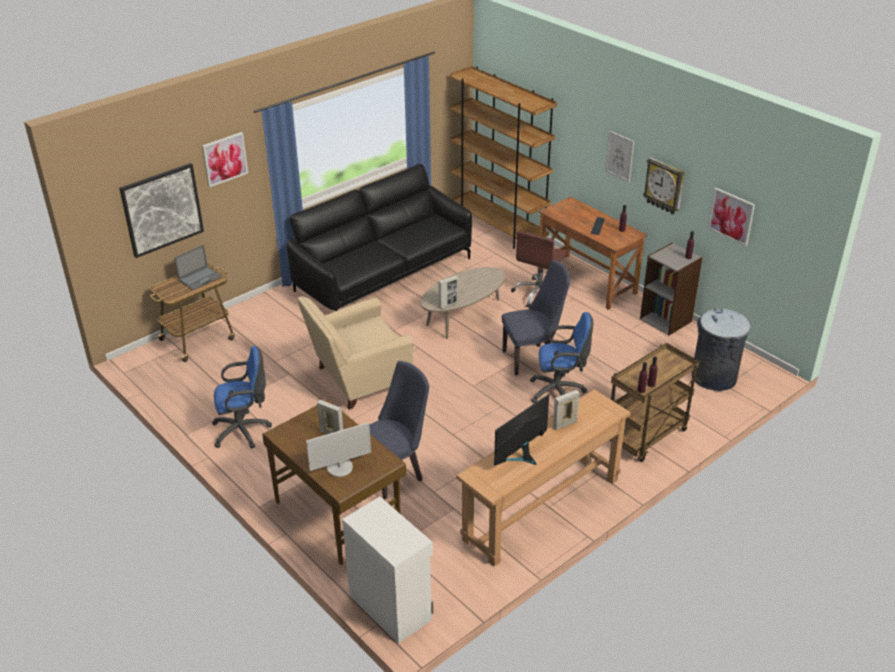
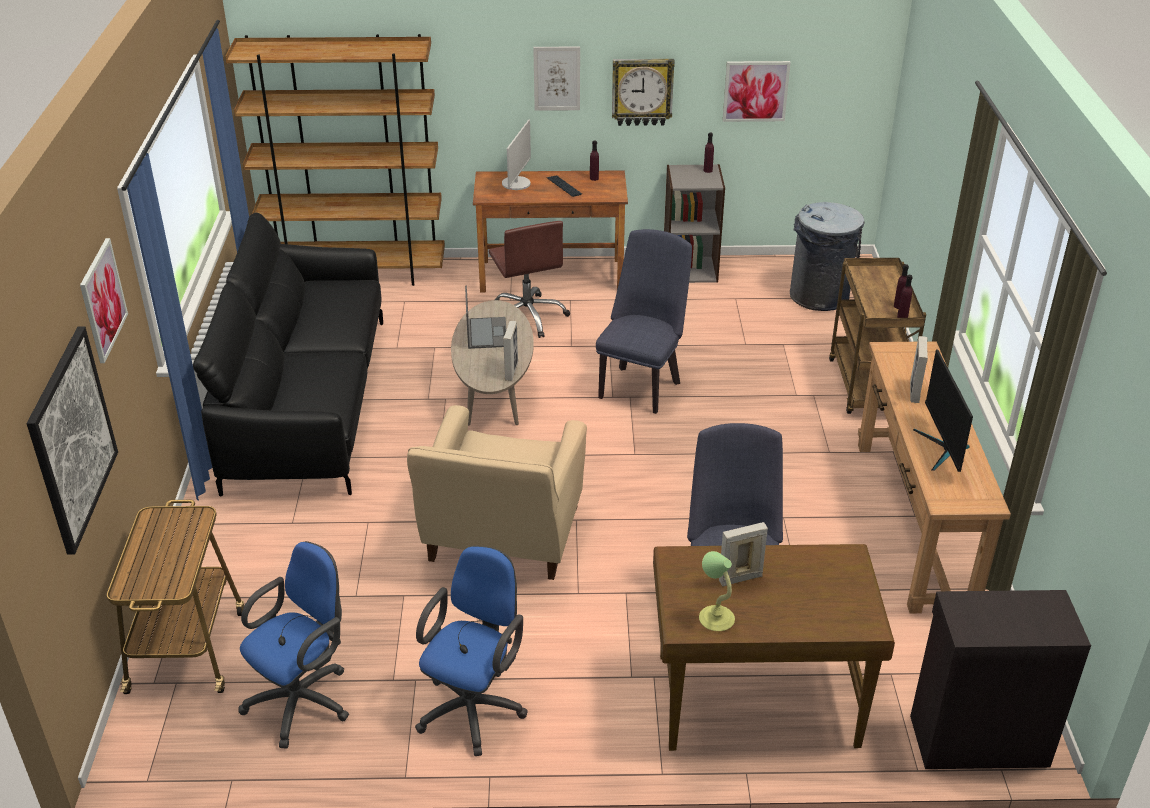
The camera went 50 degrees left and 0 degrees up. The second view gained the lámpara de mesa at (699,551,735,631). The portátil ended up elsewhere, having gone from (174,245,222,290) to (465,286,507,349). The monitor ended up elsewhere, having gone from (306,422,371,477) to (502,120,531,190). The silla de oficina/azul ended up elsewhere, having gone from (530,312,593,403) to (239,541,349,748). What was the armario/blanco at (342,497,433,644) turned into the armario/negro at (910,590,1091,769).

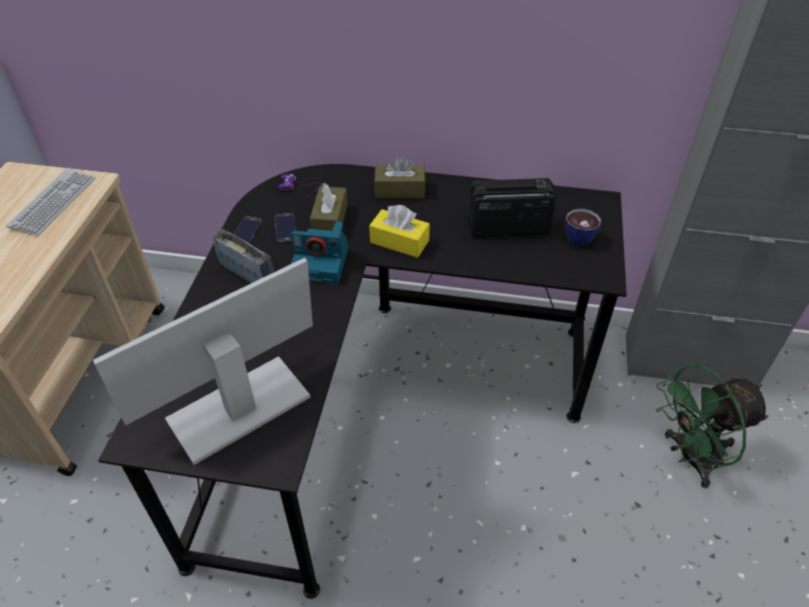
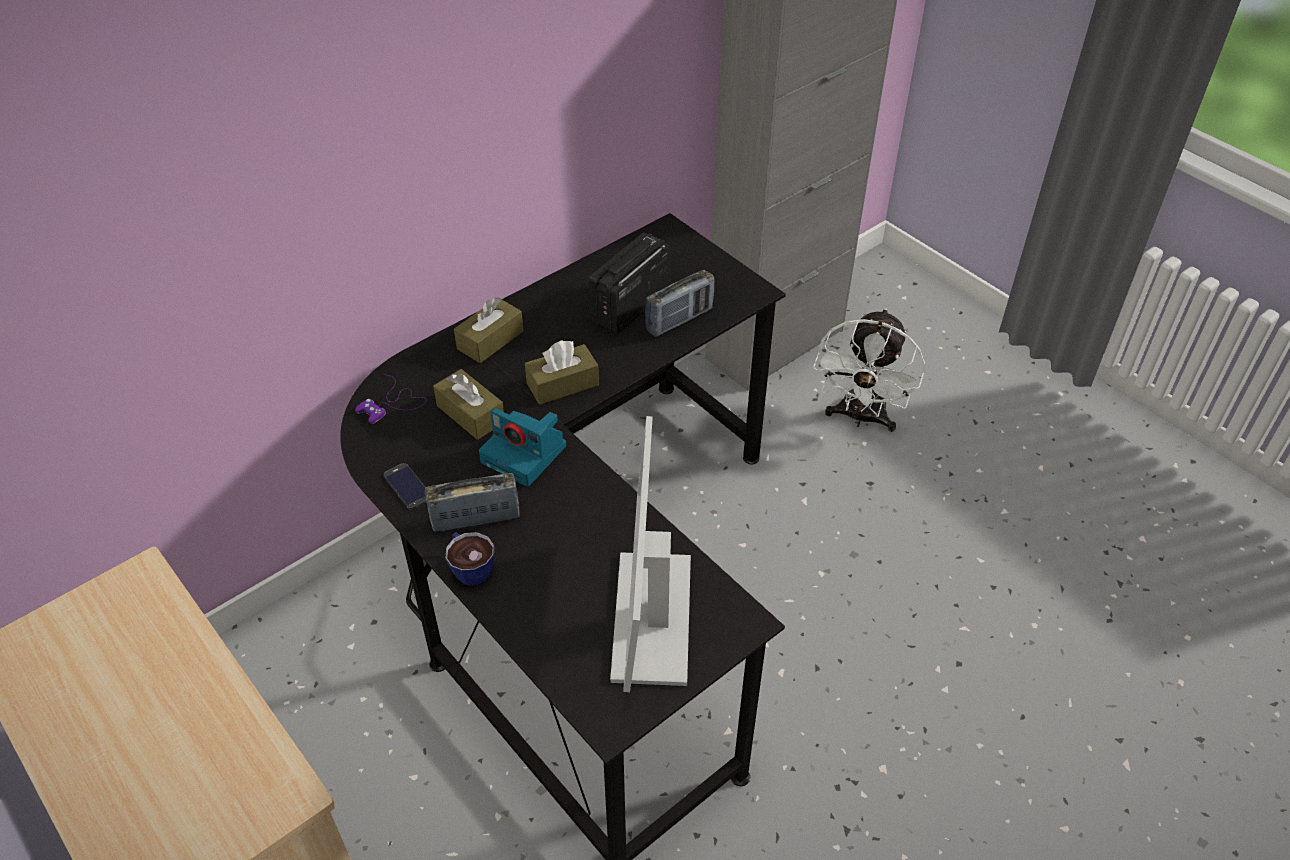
The camera went 50 degrees left and 0 degrees up. The second view lost the teclado at (6,168,95,236). The second view lost the móvil at (274,213,296,243). The second view gained the radio at (645,270,714,337). The taza ended up elsewhere, having gone from (565,209,601,246) to (445,532,494,586). What was the caja de pañuelos/amarillo at (369,205,430,258) turned into the caja de pañuelos/marrón at (525,341,599,405). What was the ventilador/verde at (656,364,769,488) turned into the ventilador/blanco at (813,308,925,432). The cámara at (291,221,348,284) ended up facing another way, 75 degrees clockwise from before.

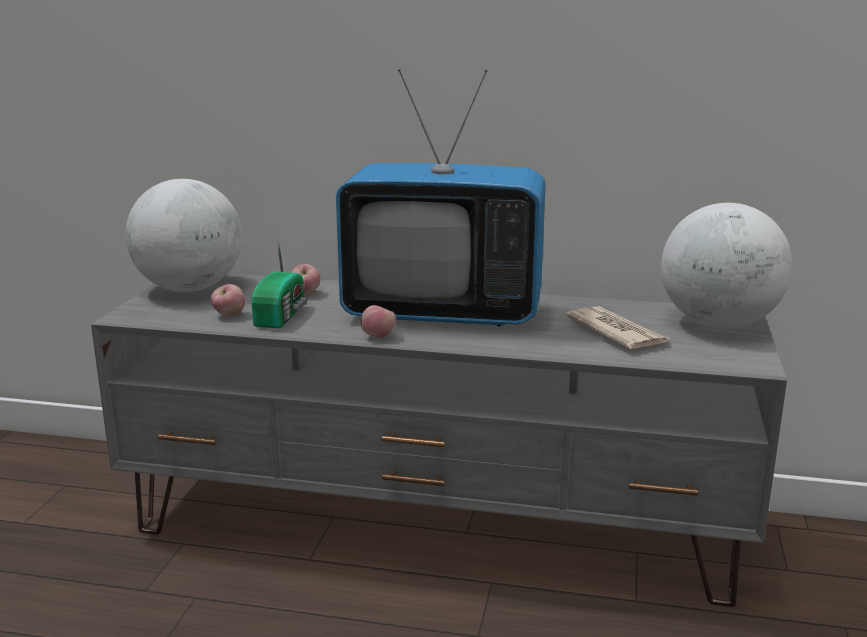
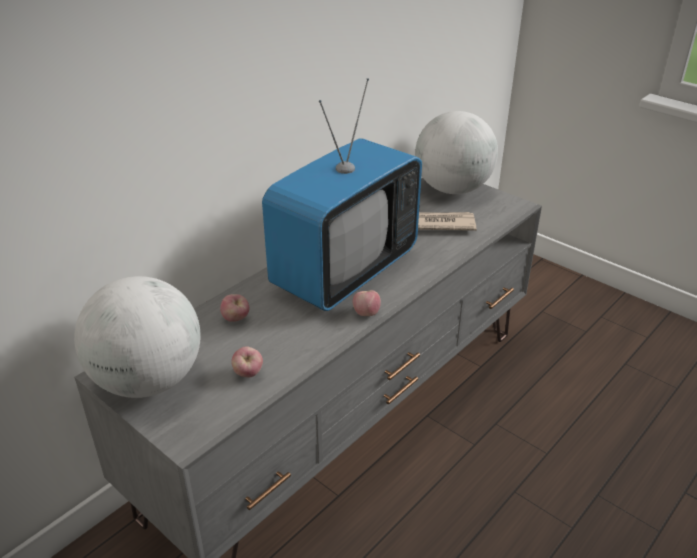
The camera went 60 degrees left and 15 degrees up. The second view lost the radio at (251,233,307,328).

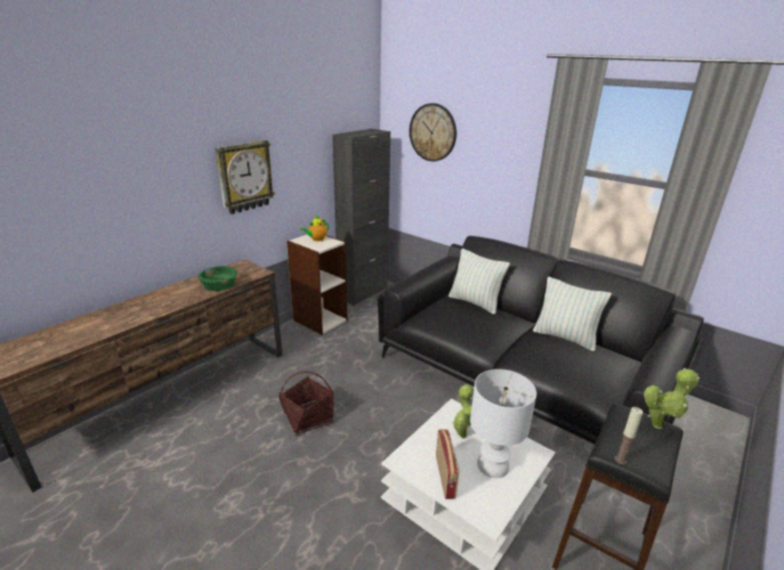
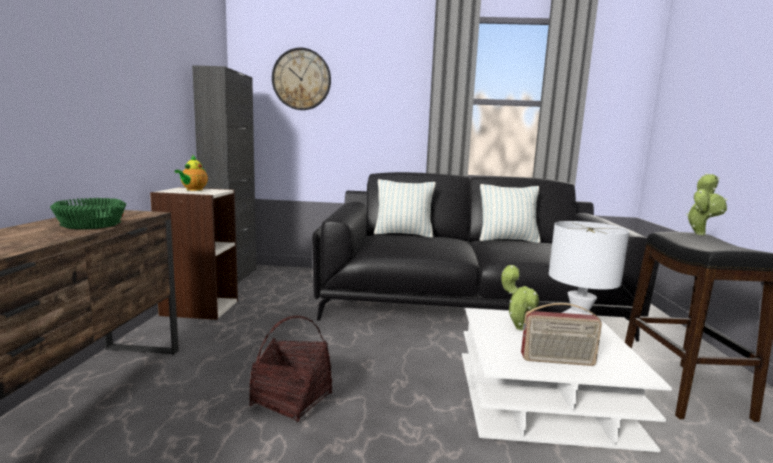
The camera went 35 degrees left and 15 degrees down. The second view lost the reloj de pared at (215,140,275,214). The second view lost the vela at (615,407,643,464). The radio at (436,429,459,499) ended up facing another way, 135 degrees clockwise from before.

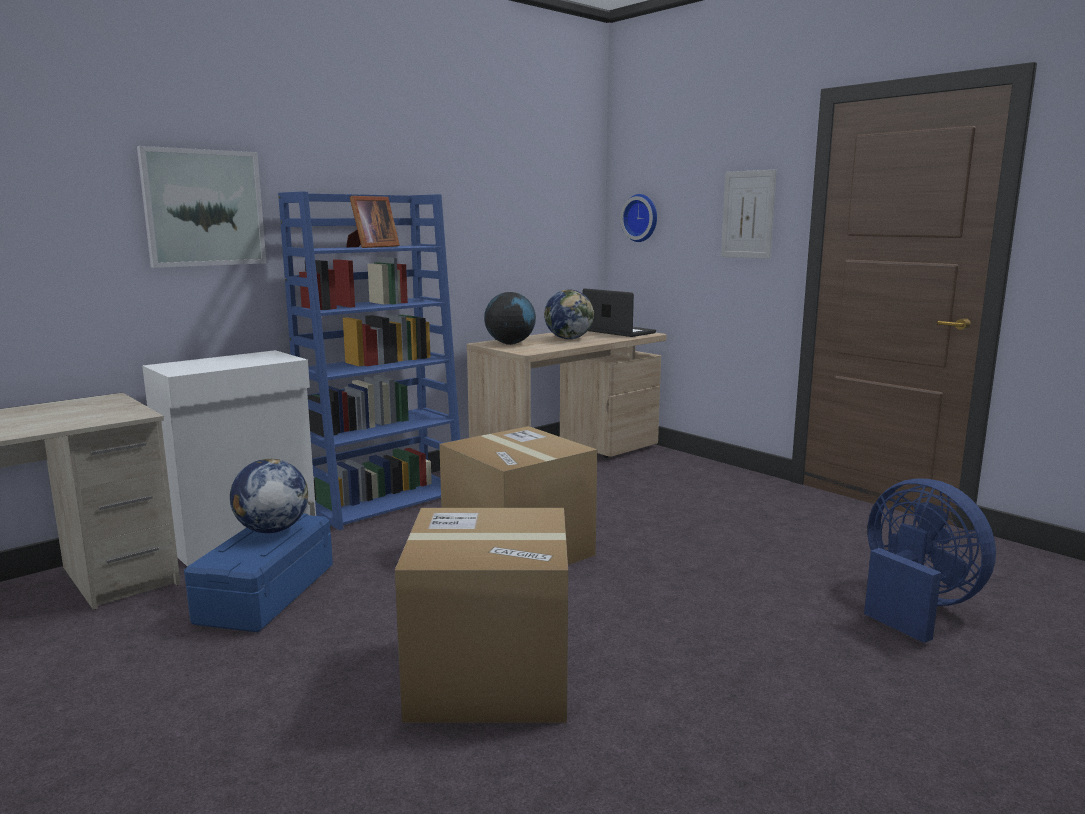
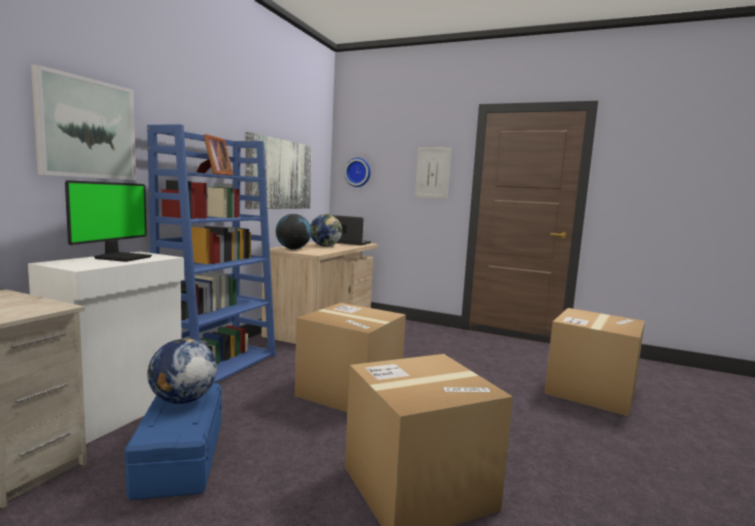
The camera went 25 degrees left and 5 degrees down. The second view gained the monitor at (65,180,152,262). The second view gained the cuadro at (245,132,312,209). Where the ventilador/azul stood at (864,479,996,643), the caja de cartón came to stand at (544,308,645,416).

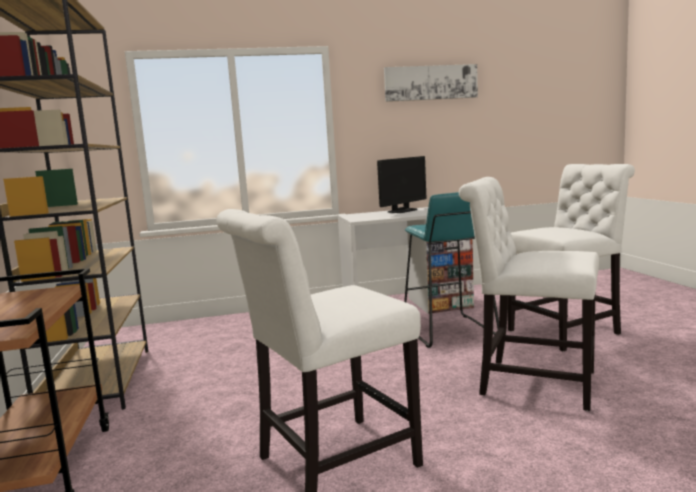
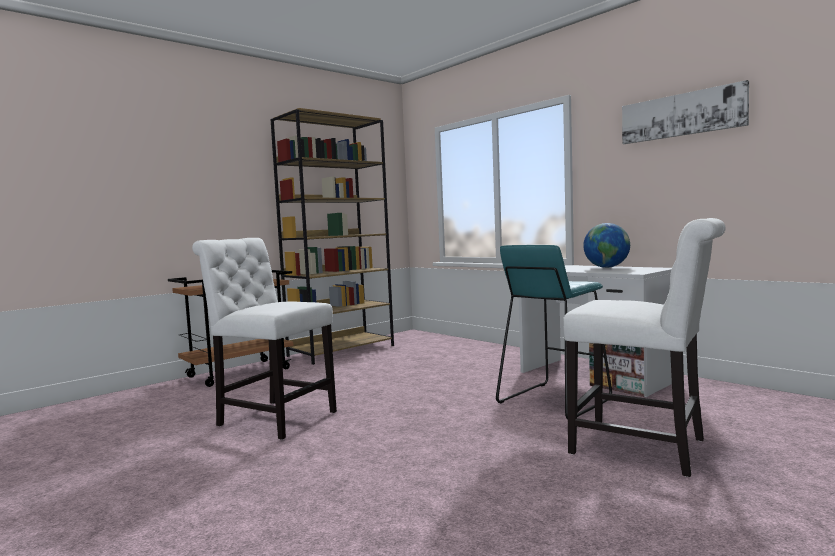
The camera went 60 degrees right and 5 degrees down. The second view lost the silla/blanco at (459,177,599,411). Where the monitor stood at (377,156,426,213), the globo terráqueo came to stand at (583,223,630,268).

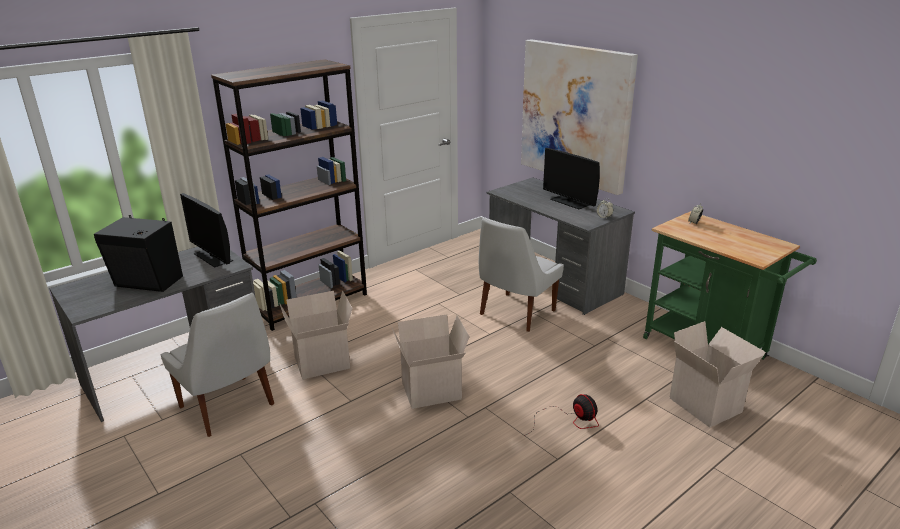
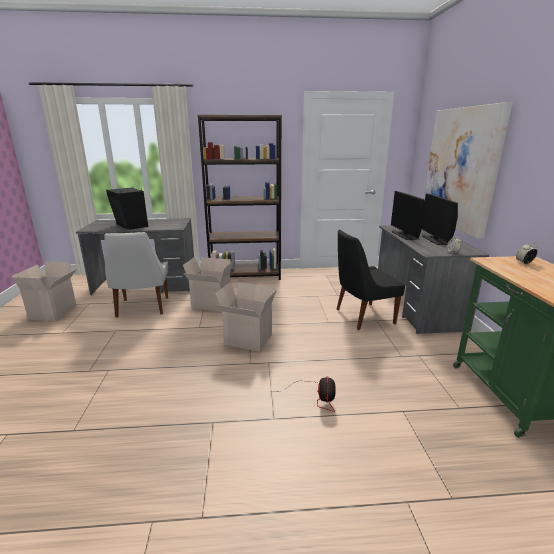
The camera went 35 degrees right and 5 degrees down. The monitor ended up elsewhere, having gone from (180,193,233,267) to (391,191,425,240). The caja de cartón ended up elsewhere, having gone from (670,321,766,428) to (12,261,77,321). What was the silla/blanco at (479,217,564,332) turned into the silla/negro at (337,229,405,330).

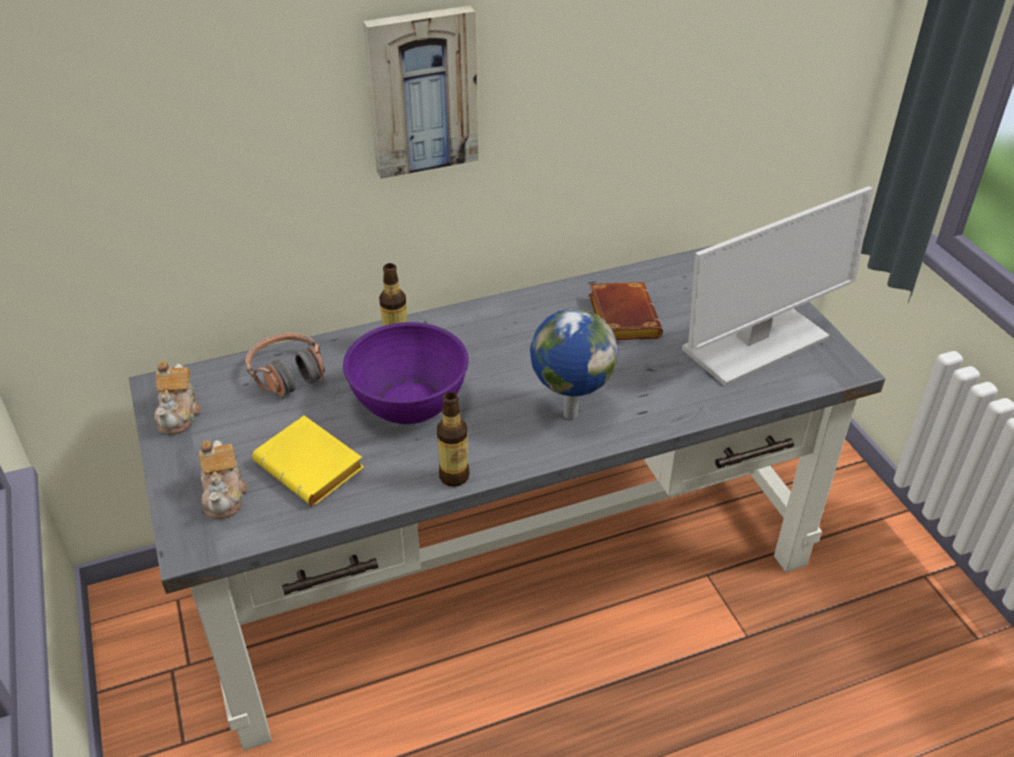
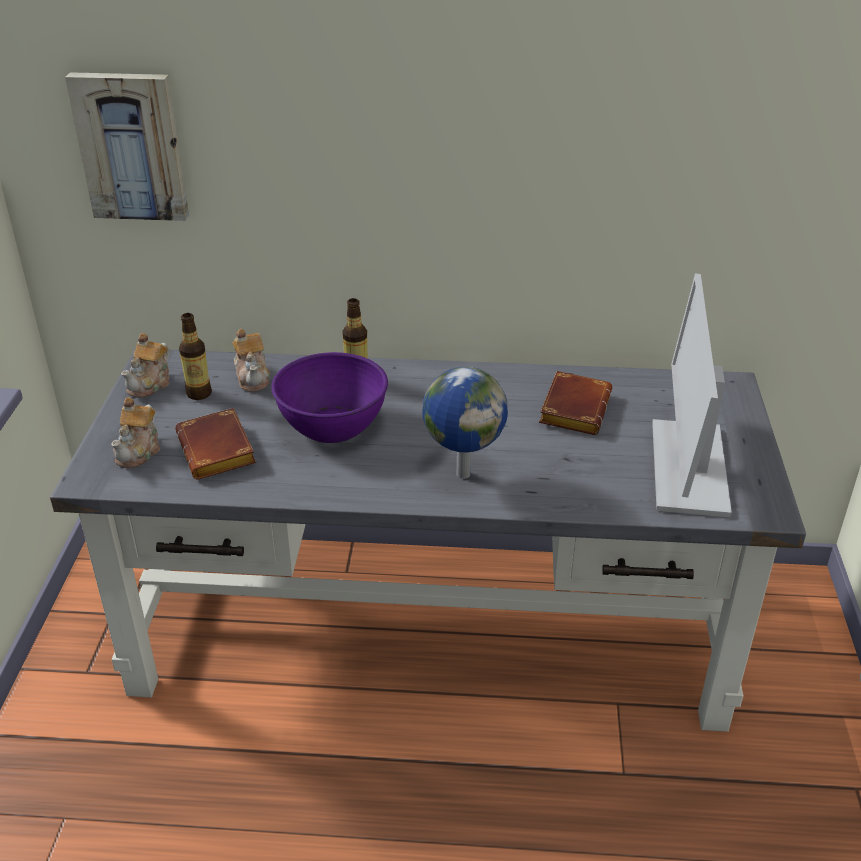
The camera went 25 degrees right and 5 degrees down. The cuadro ended up elsewhere, having gone from (363,5,478,179) to (65,72,189,221). The botella ended up elsewhere, having gone from (437,392,470,487) to (179,313,212,400). Where the auriculares stood at (245,333,325,397), the tetera came to stand at (232,329,270,392). What was the libro/amarillo at (252,415,364,506) turned into the libro/marrón at (175,408,256,479). The monitor at (682,186,873,386) ended up facing another way, 105 degrees clockwise from before.

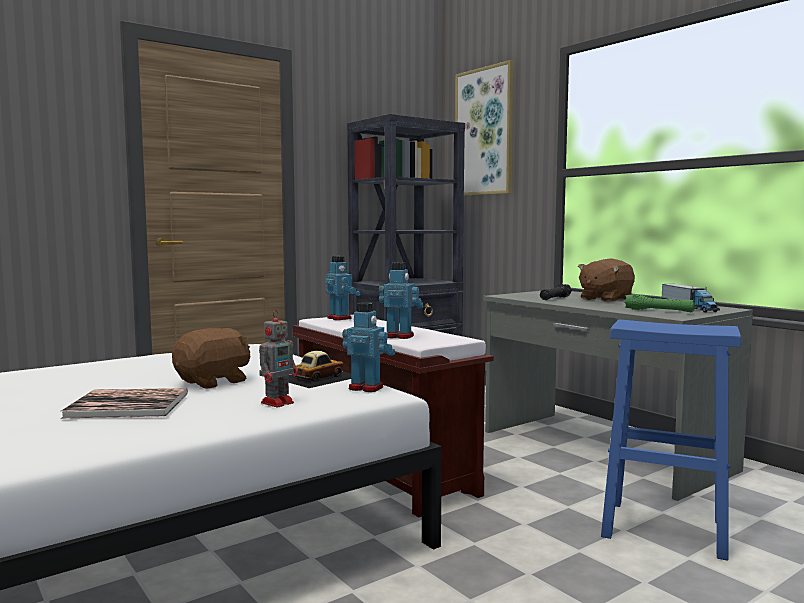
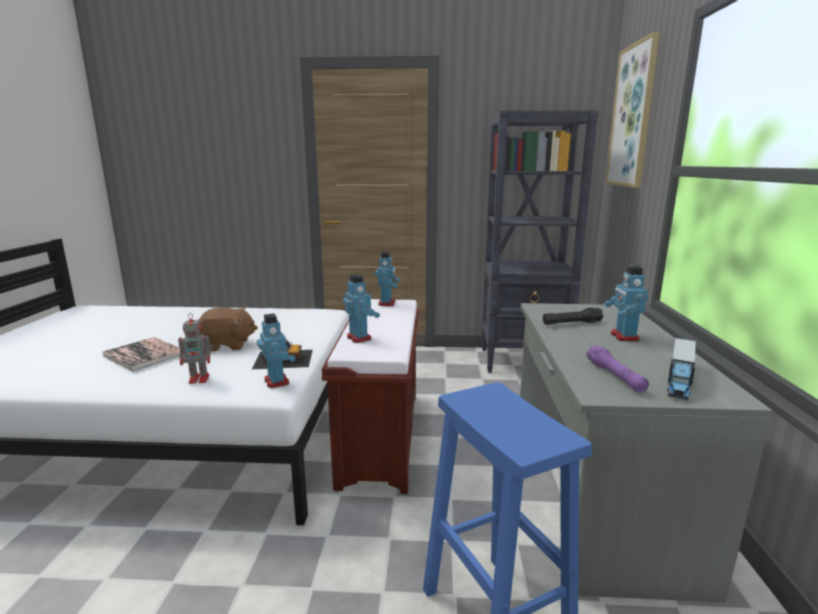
The camera went 40 degrees right and 10 degrees up. Where the peluche/marrón stood at (578,259,635,302), the robot de juguete came to stand at (604,266,649,341). What was the linterna/verde at (624,294,695,312) turned into the linterna/morado at (586,346,649,393).

